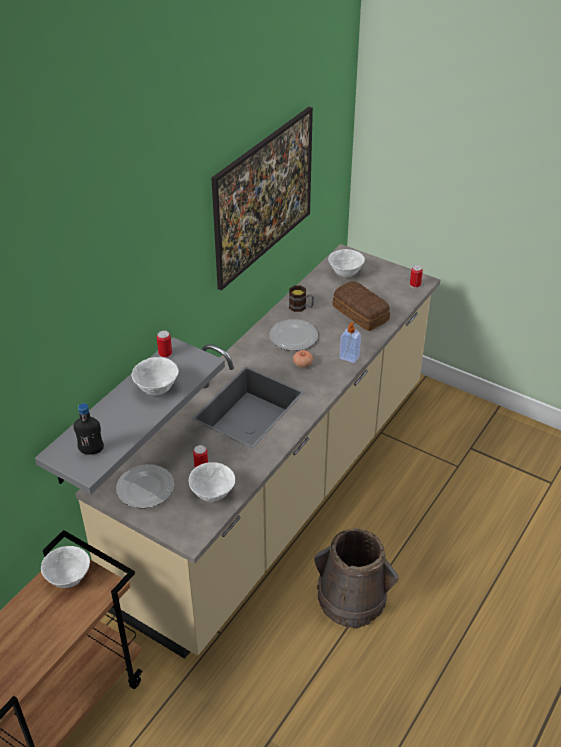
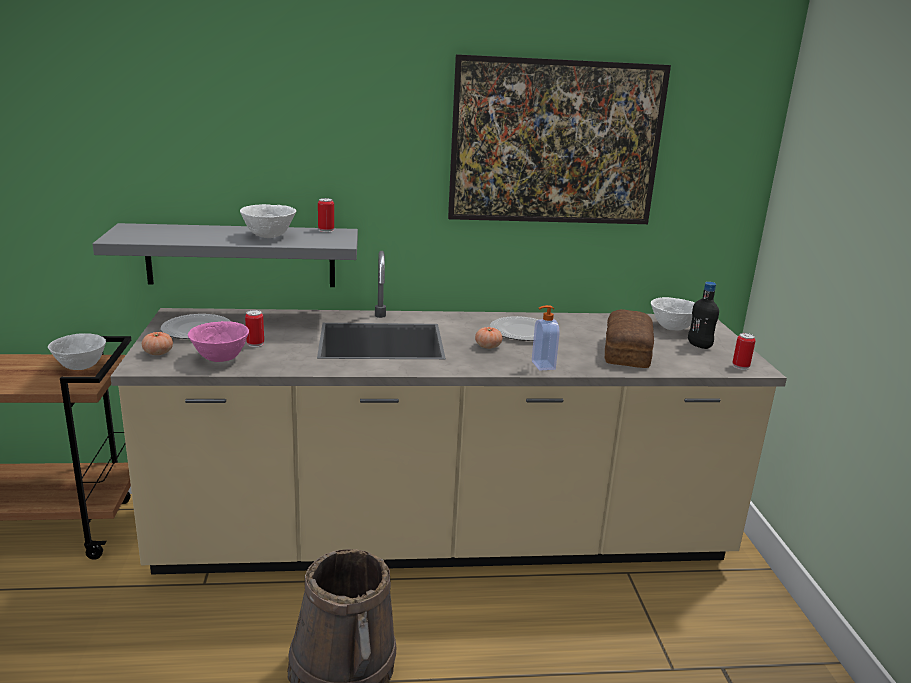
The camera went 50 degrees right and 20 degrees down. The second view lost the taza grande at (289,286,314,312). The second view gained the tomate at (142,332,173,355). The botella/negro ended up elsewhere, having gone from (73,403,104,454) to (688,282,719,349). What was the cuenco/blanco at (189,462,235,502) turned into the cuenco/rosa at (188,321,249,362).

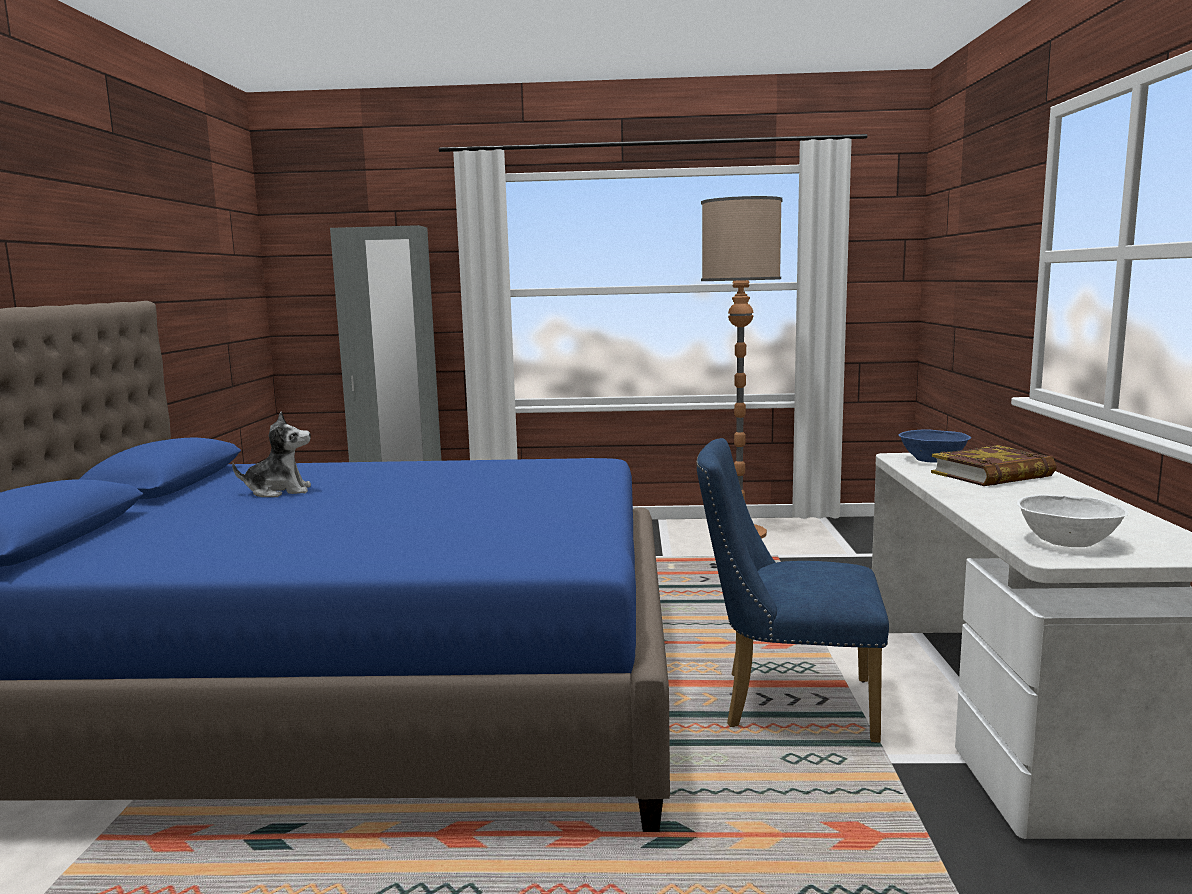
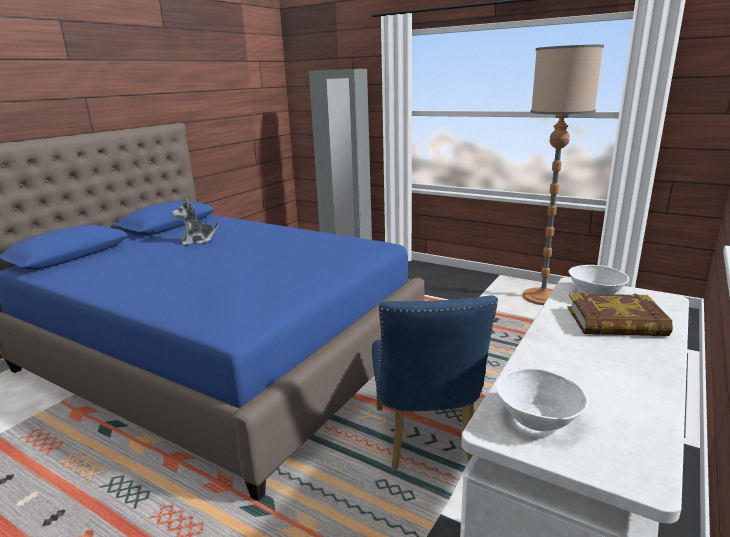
The camera went 30 degrees right and 10 degrees up. What was the cuenco/azul at (899,429,971,463) turned into the cuenco/blanco at (568,265,629,294). The peluche at (232,412,311,497) ended up facing another way, 135 degrees clockwise from before. The silla/azul at (696,438,889,743) ended up facing another way, 135 degrees counterclockwise from before.

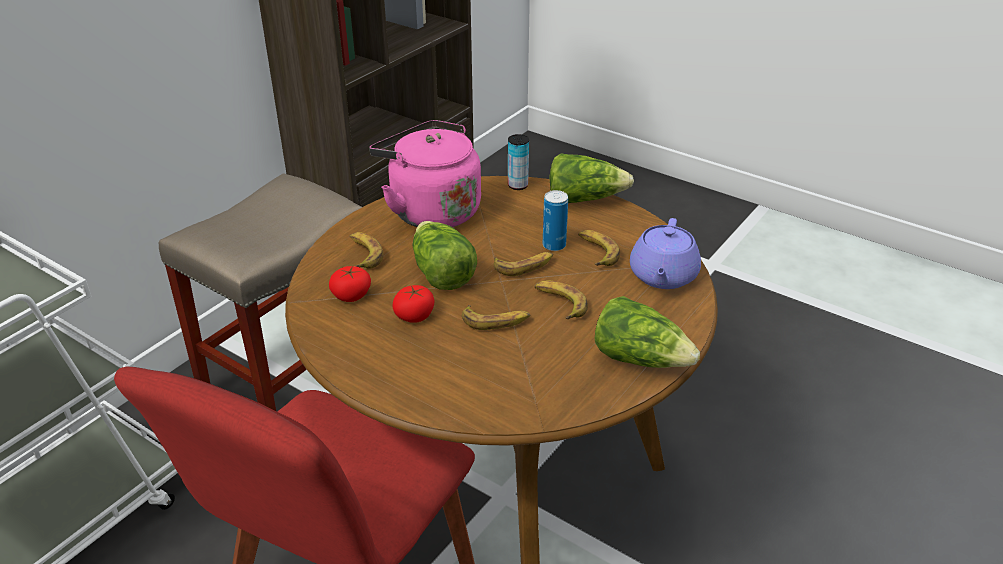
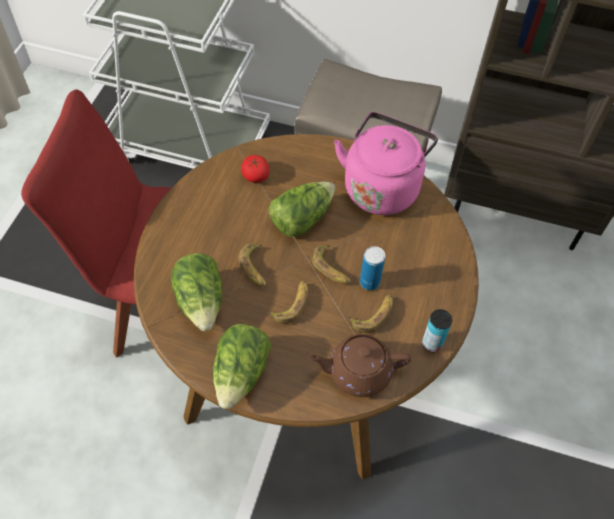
The camera went 70 degrees right and 20 degrees up. The second view lost the plátano at (350,232,384,269). The second view lost the tomate at (393,285,435,323). The lata ended up elsewhere, having gone from (508,134,529,190) to (422,309,452,352). The lechuga ended up elsewhere, having gone from (549,153,634,203) to (171,253,222,331). What was the tetera/morado at (630,218,701,289) turned into the tetera/marrón at (308,334,411,397).

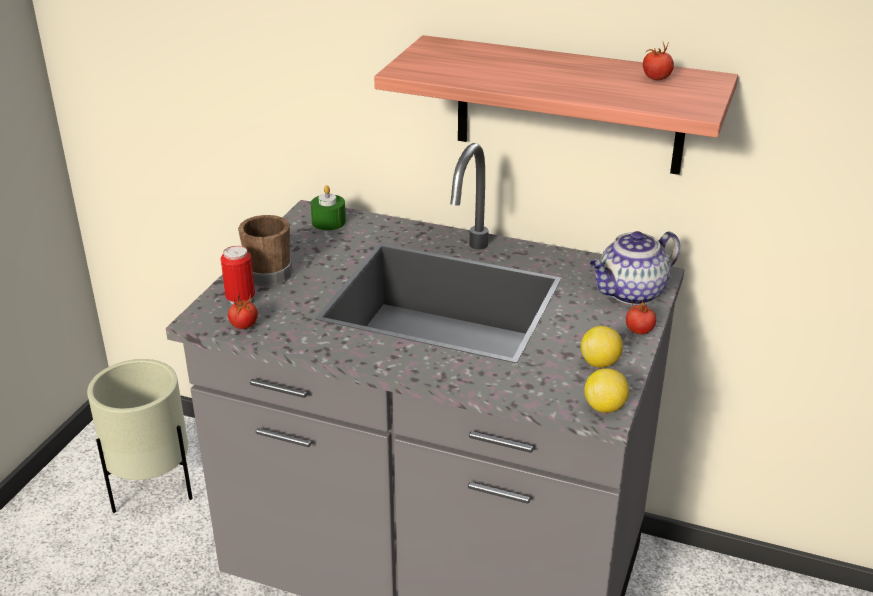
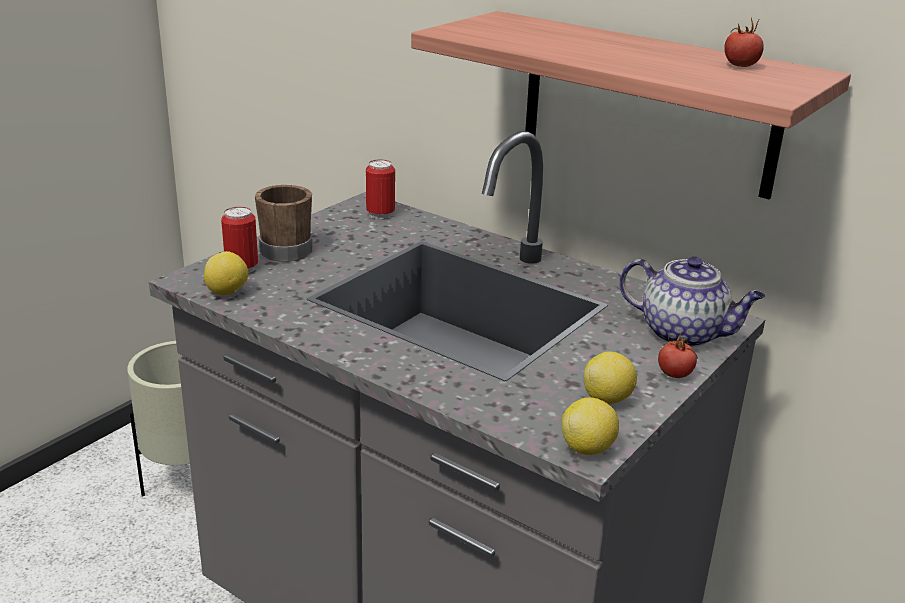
The camera went 15 degrees right and 5 degrees down. Where the tomate stood at (228,293,258,329), the limón came to stand at (204,251,248,295). Where the vela/verde stood at (311,185,346,230), the lata came to stand at (366,159,395,219). The tetera at (590,231,680,305) ended up facing another way, 135 degrees counterclockwise from before.

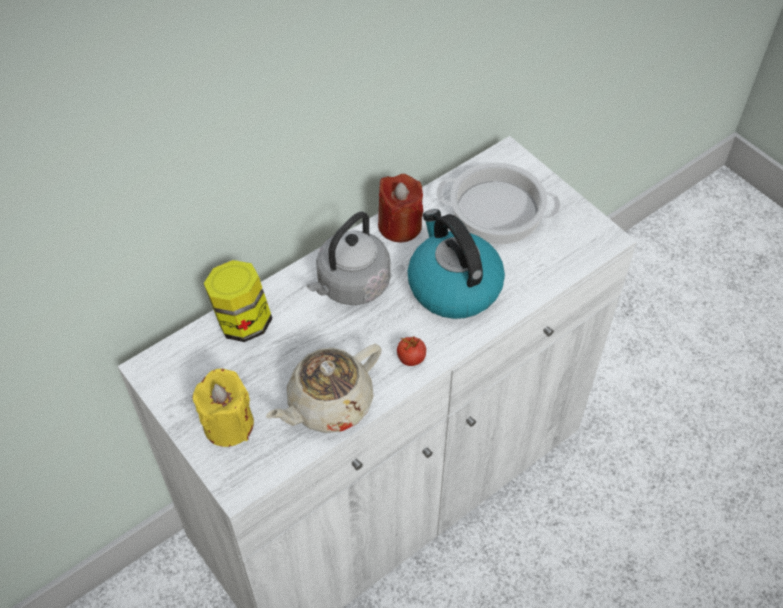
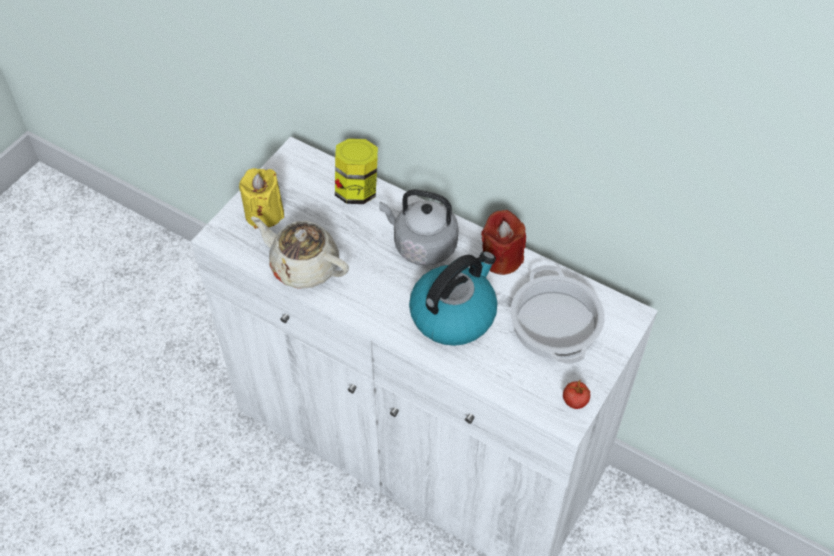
The camera went 70 degrees right and 0 degrees up. The tomate ended up elsewhere, having gone from (397,336,426,366) to (563,380,591,409).

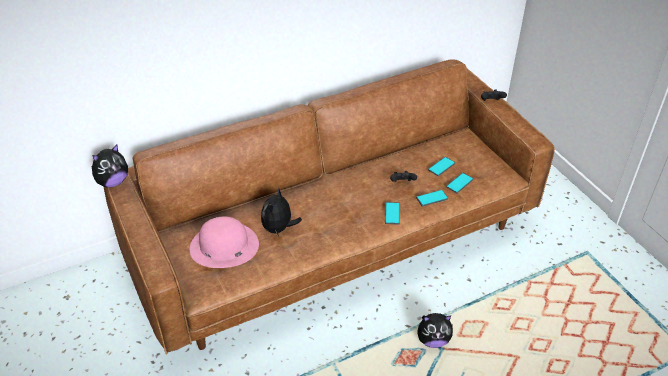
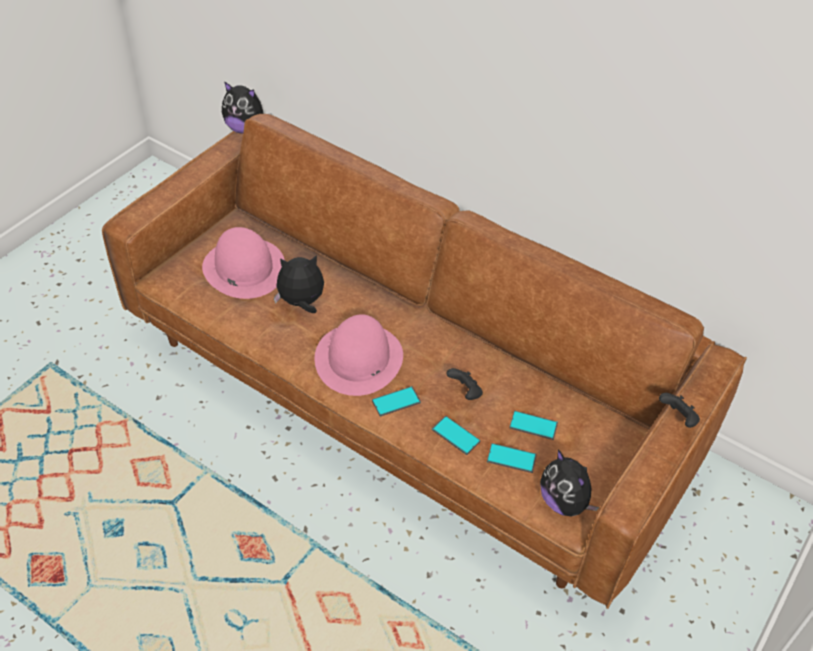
The camera went 60 degrees right and 5 degrees up. The second view gained the sombrero/rosa at (315,315,403,396). The peluche ended up elsewhere, having gone from (417,313,454,348) to (540,449,599,516).

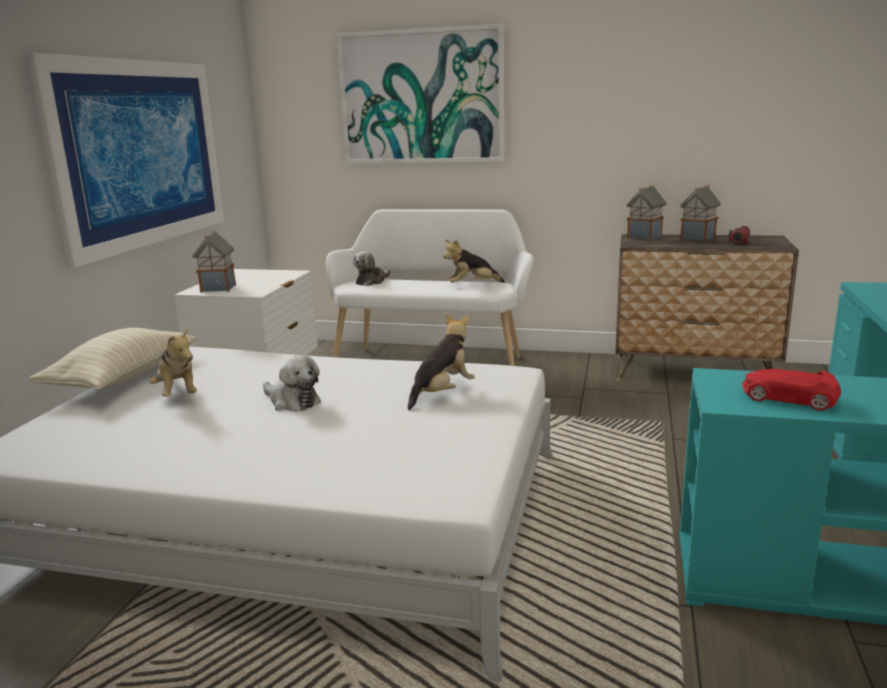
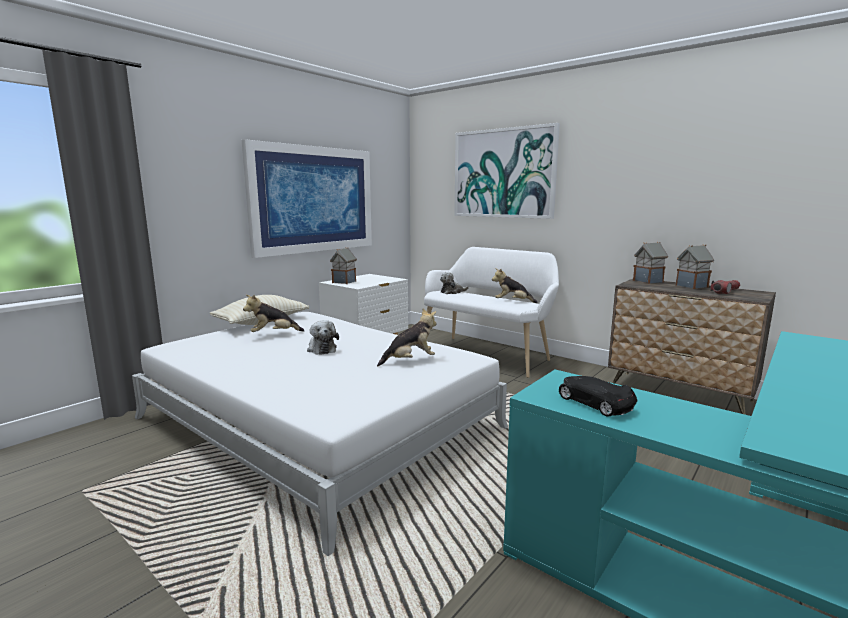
The camera went 25 degrees right and 5 degrees down. What was the coche de juguete/rojo at (742,369,841,411) turned into the coche de juguete/negro at (559,376,637,417). The peluche at (149,328,197,397) ended up facing another way, 75 degrees clockwise from before.

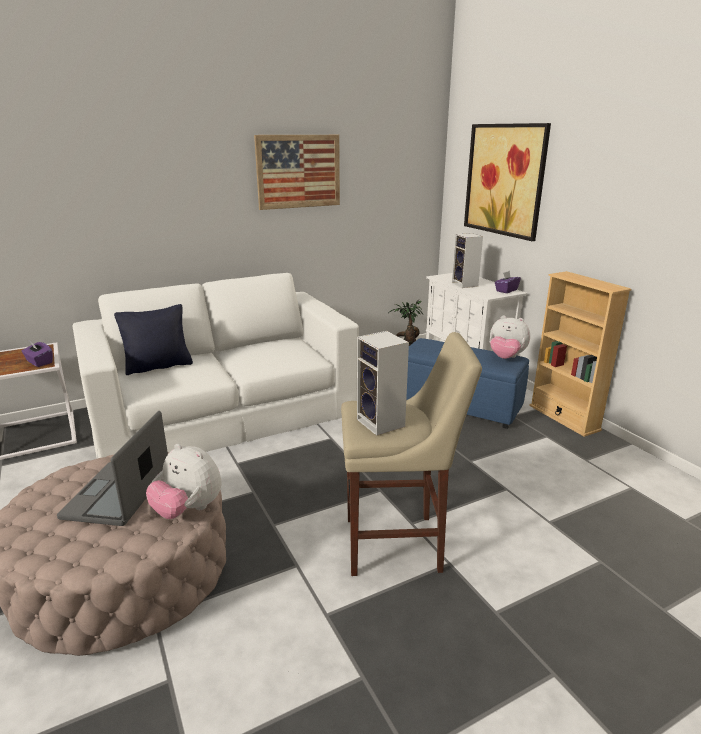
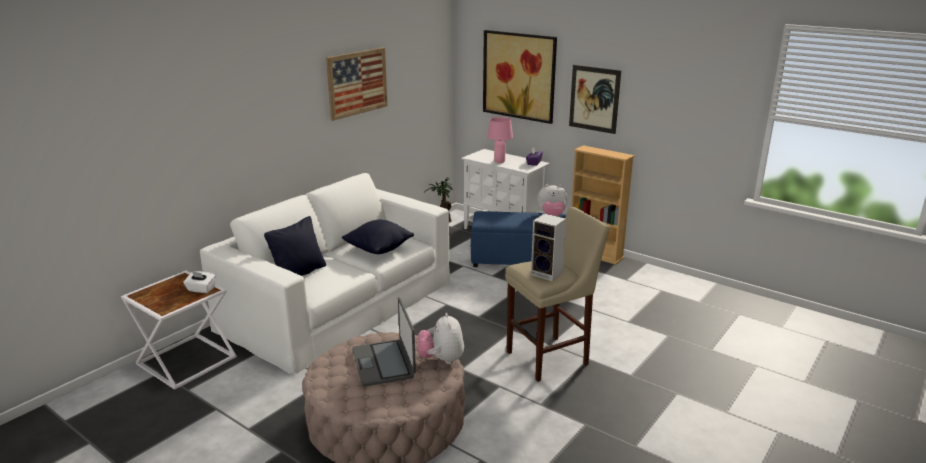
The camera went 25 degrees left and 0 degrees up. The second view gained the cojín/negro at (342,220,414,254). The second view gained the cuadro at (569,65,621,134). Where the altavoz stood at (452,233,483,288), the lámpara de mesa/rosa came to stand at (487,117,513,163). What was the caja de pañuelos/morado at (22,341,53,367) turned into the caja de pañuelos/blanco at (183,271,216,293). The peluche at (146,444,221,519) ended up facing another way, 75 degrees clockwise from before.

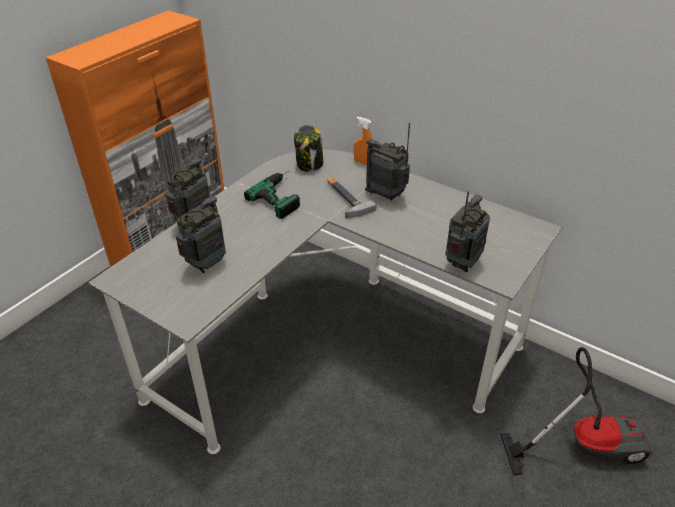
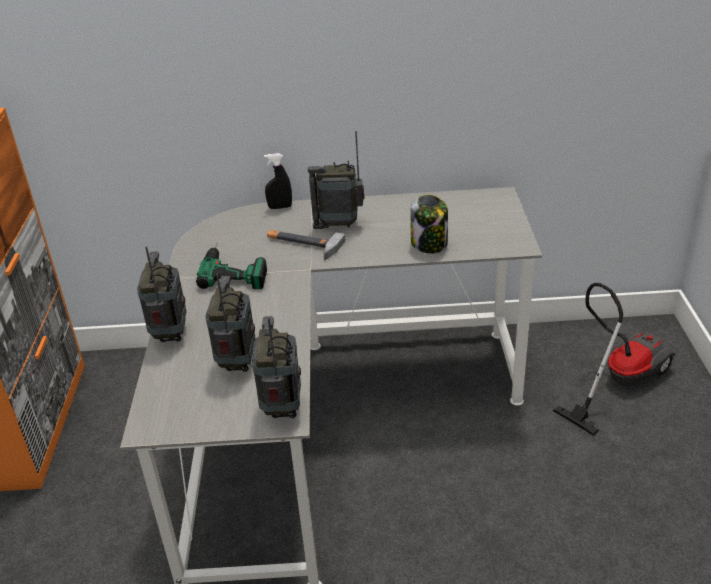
The camera went 35 degrees left and 5 degrees down. The tarro ended up elsewhere, having gone from (294,125,323,172) to (410,194,448,254). The radio ended up elsewhere, having gone from (445,191,490,272) to (252,316,301,418). What was the pulverizador/naranja at (354,117,373,165) turned into the pulverizador/negro at (264,153,292,209).

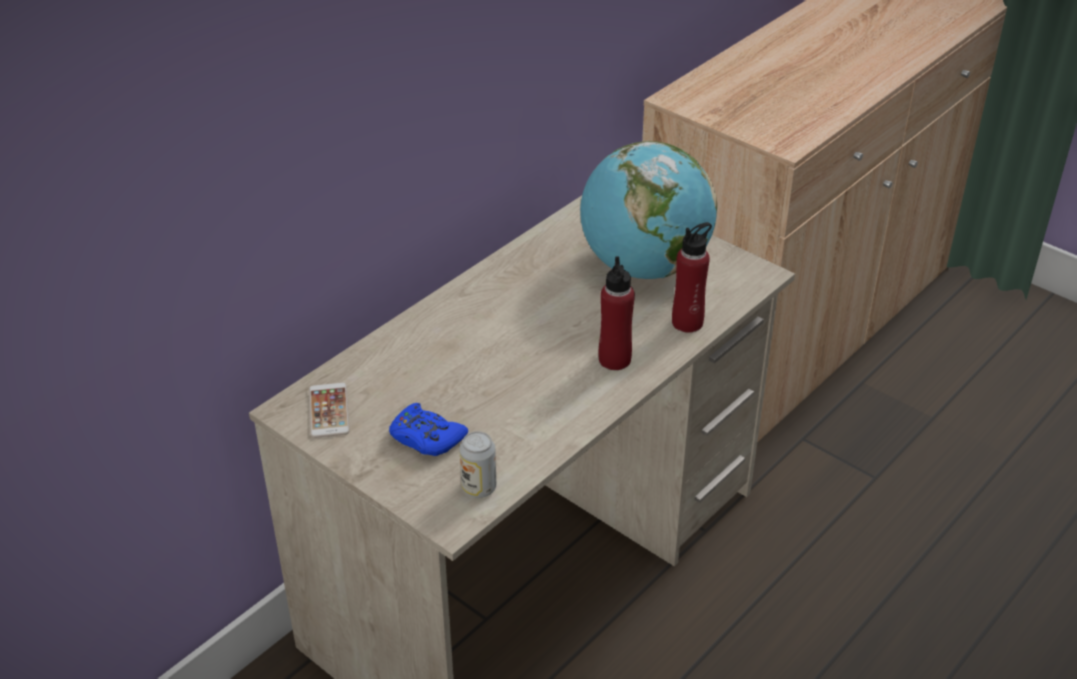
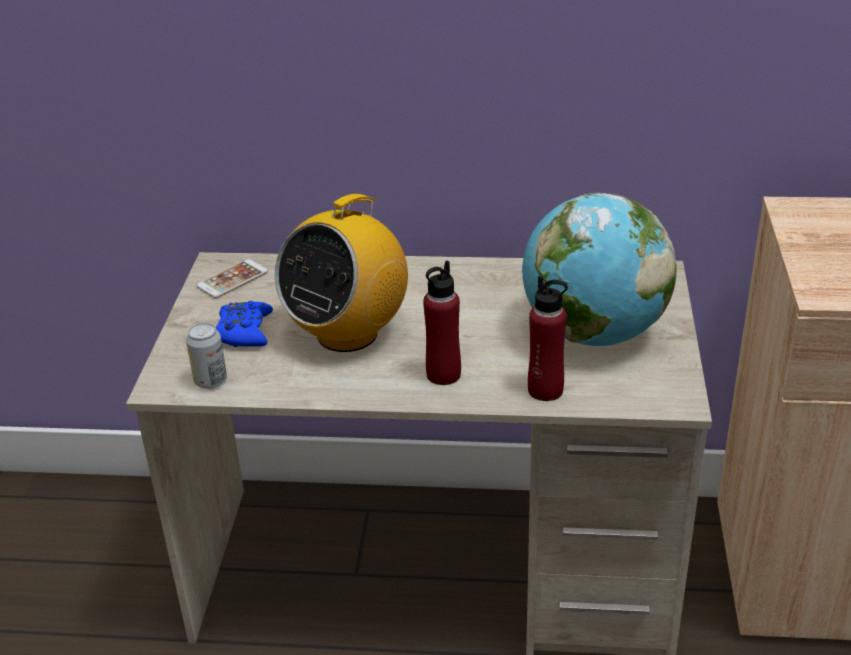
The camera went 55 degrees right and 5 degrees down. The second view gained the radio at (275,192,408,352).

